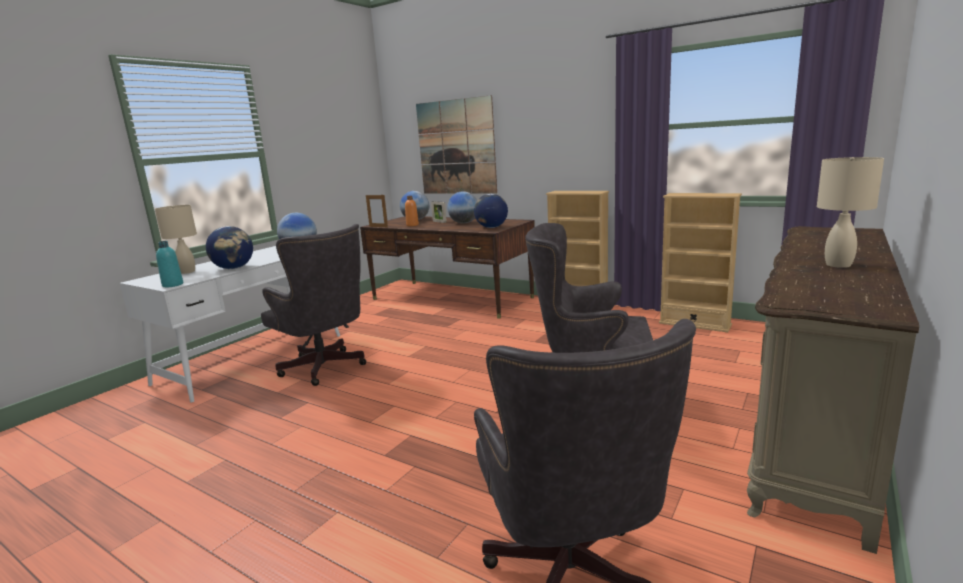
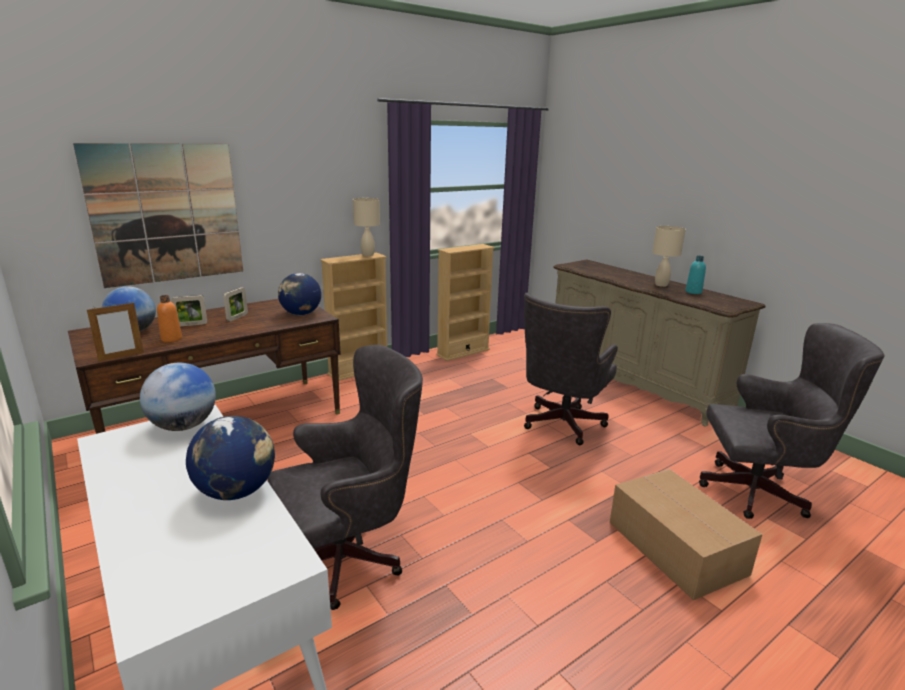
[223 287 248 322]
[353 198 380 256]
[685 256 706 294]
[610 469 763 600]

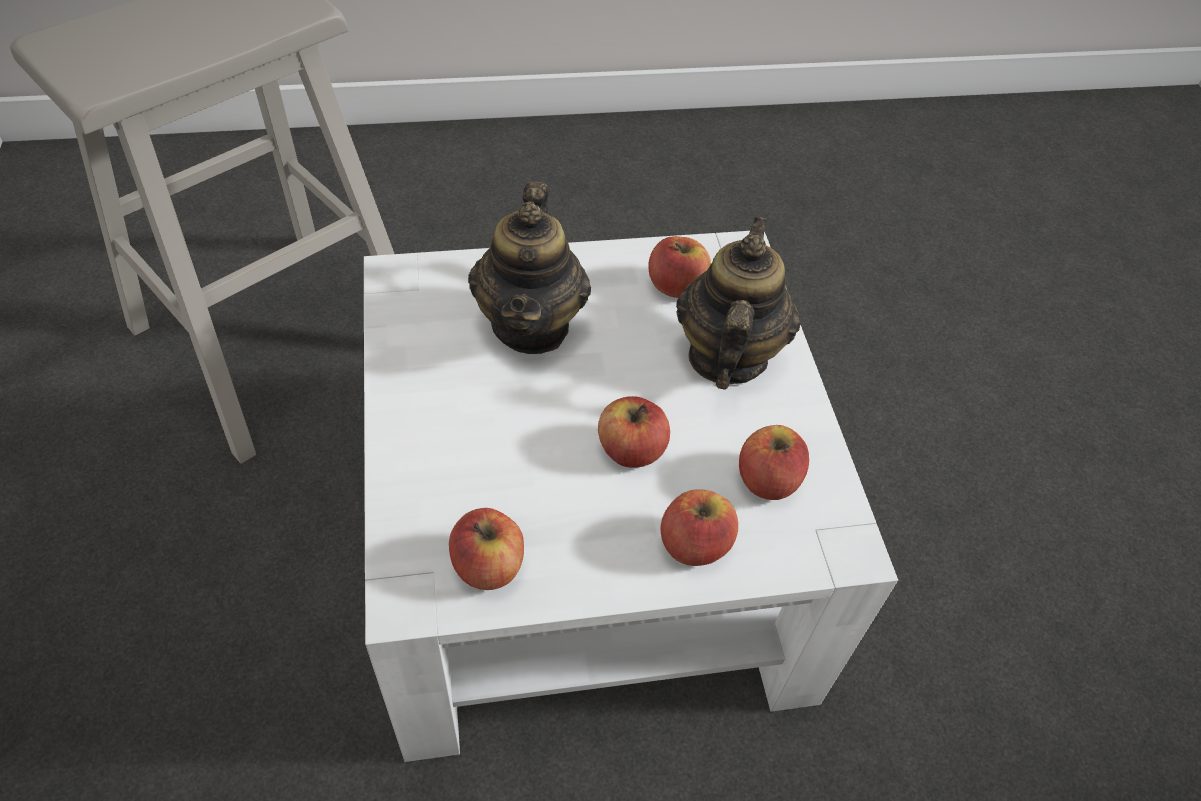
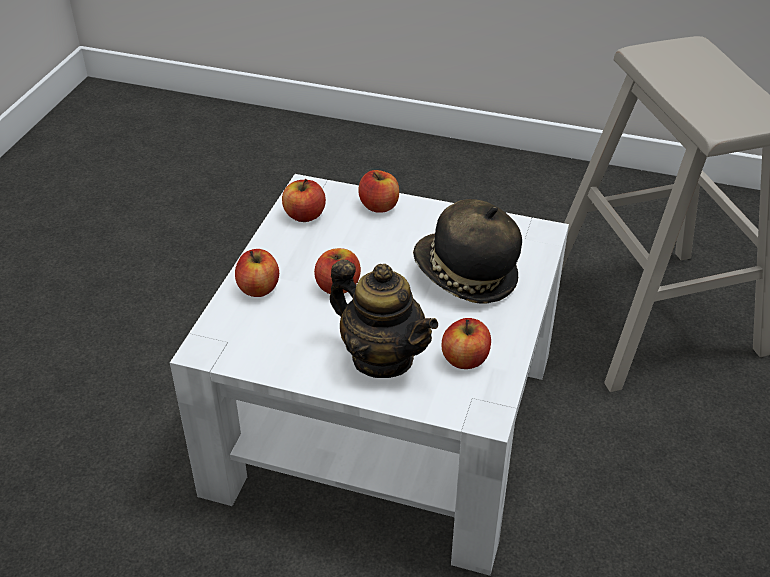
[413 199 522 303]
[358 170 399 213]

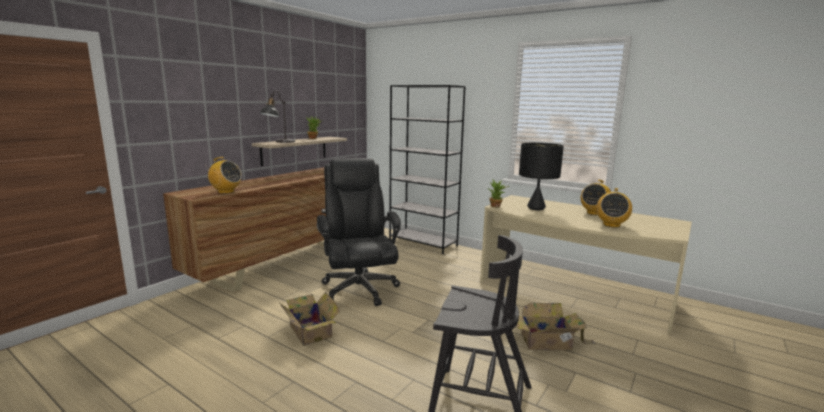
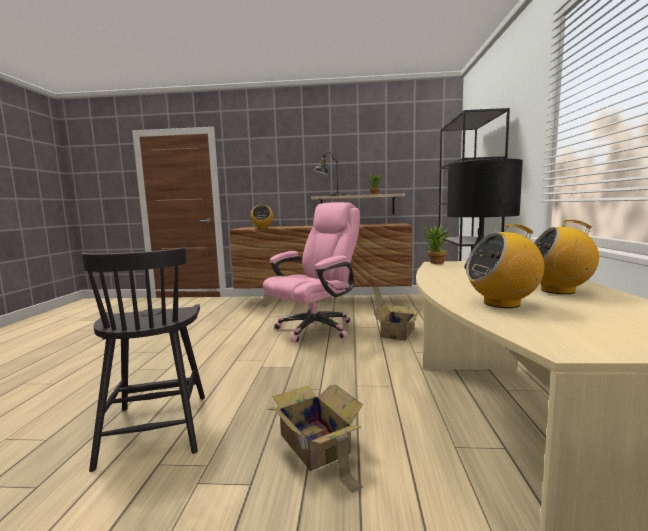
[263 202 360 343]
[374 303 423 341]

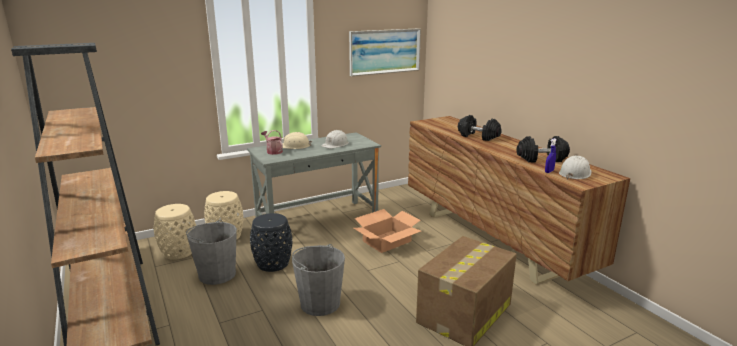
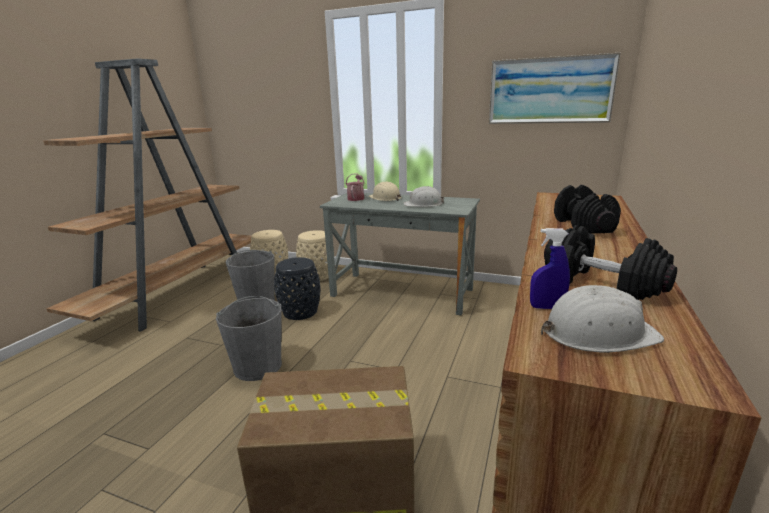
[354 209 421 253] (first image)

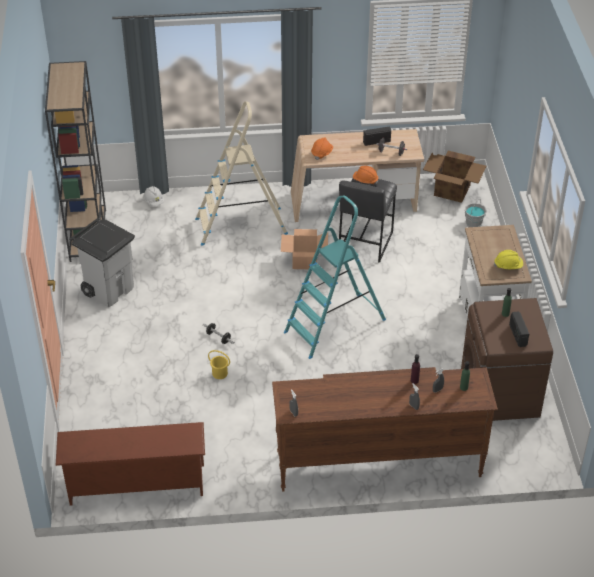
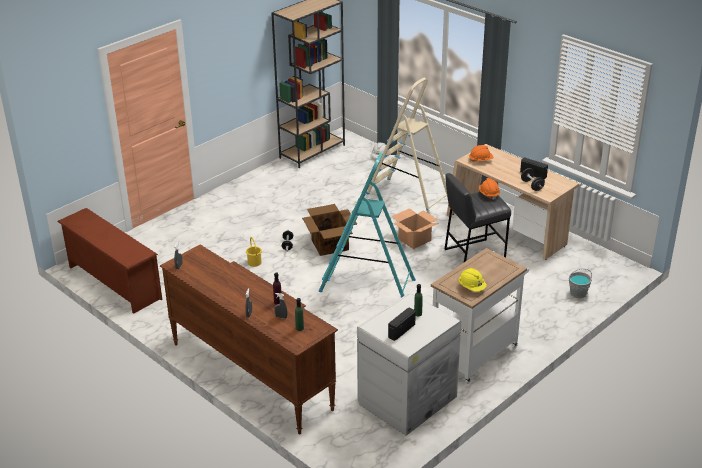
[302 204 357 256]
[69 218 135 307] (first image)
[357 294 461 436]

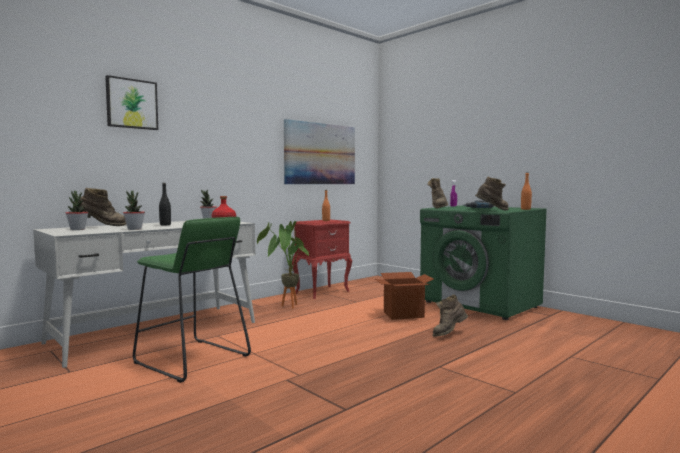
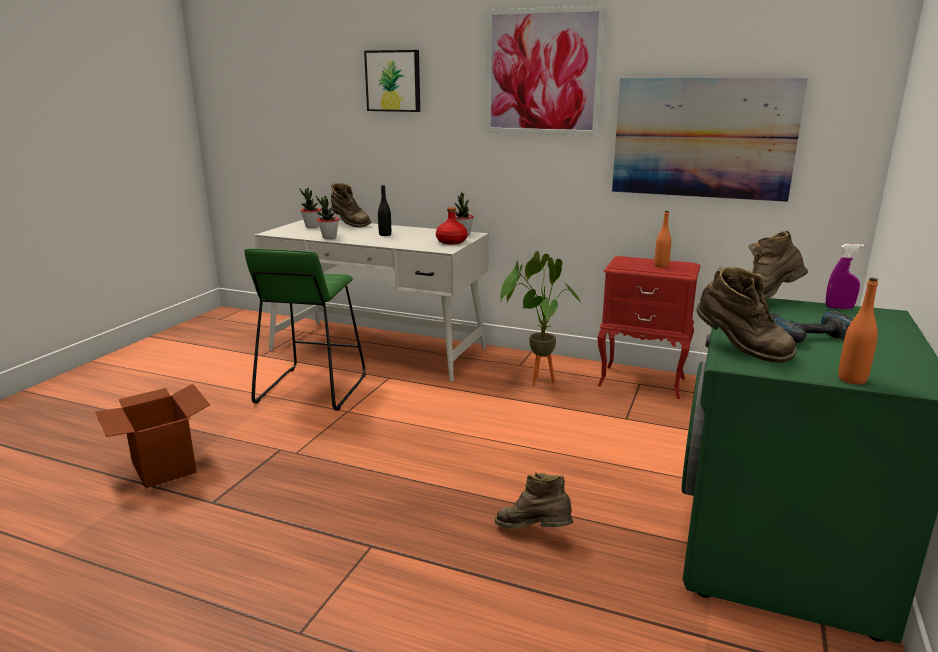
[95 384 210 489]
[486 5 606 136]

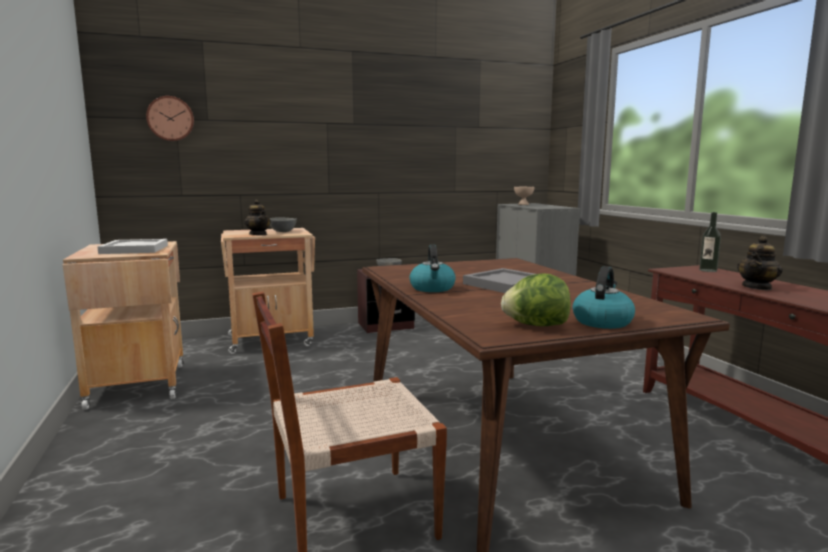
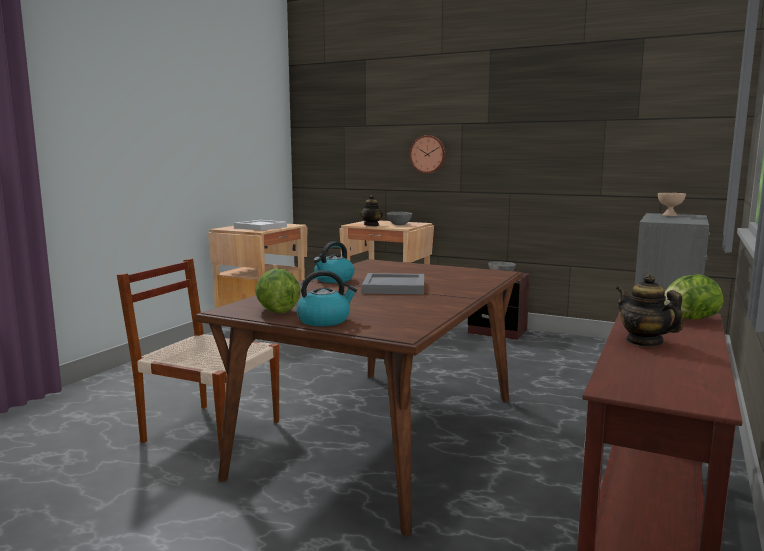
[410 135 446 173]
[664 274 724 319]
[616 274 683 347]

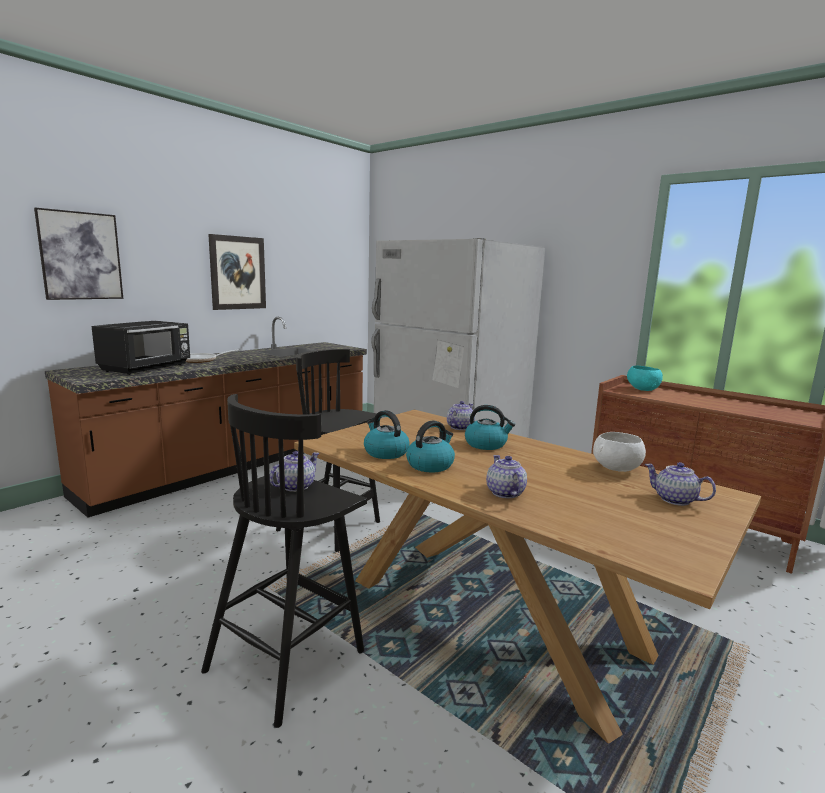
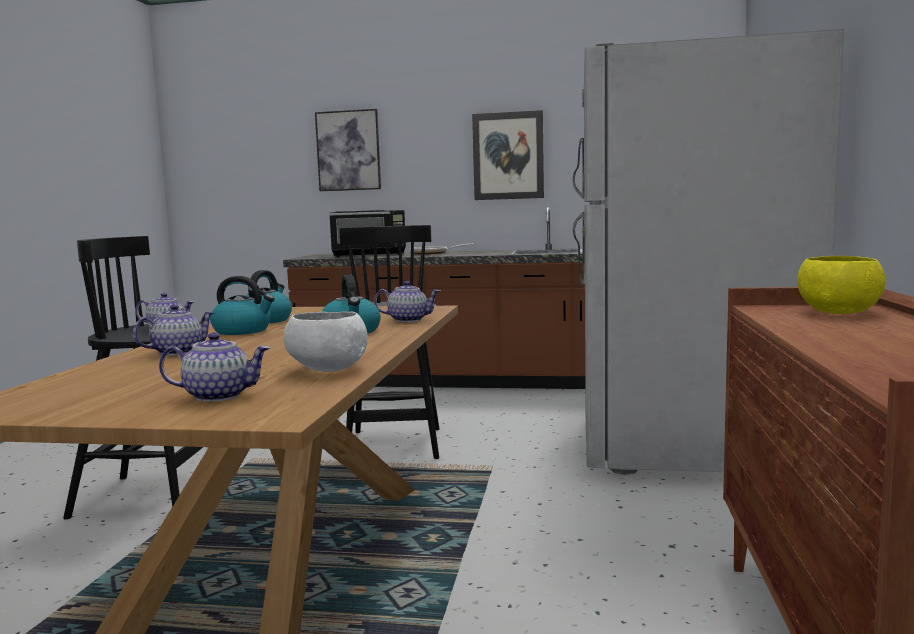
[797 256 885 314]
[159 332 271 402]

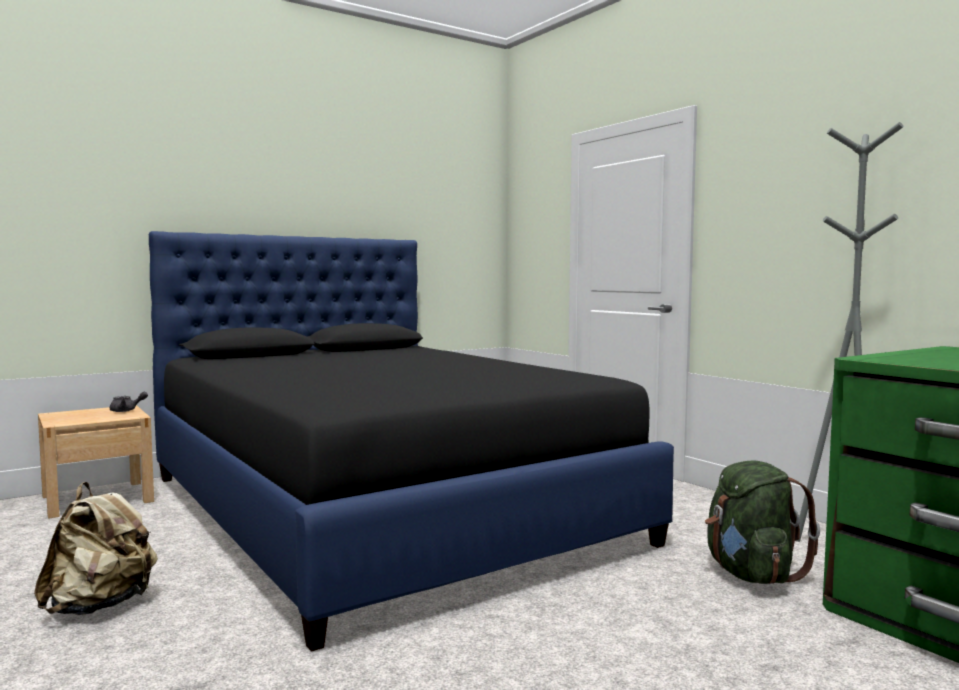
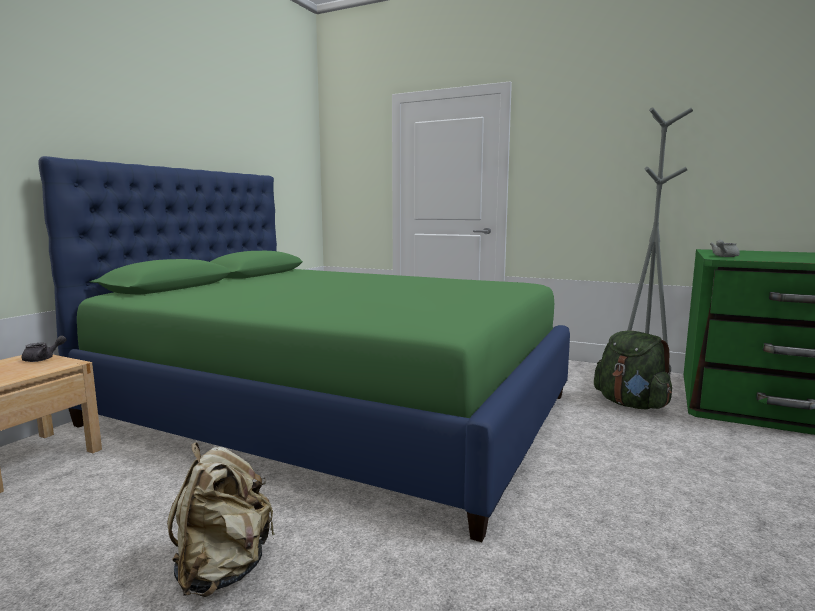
[38 156 570 542]
[710 240 740 257]

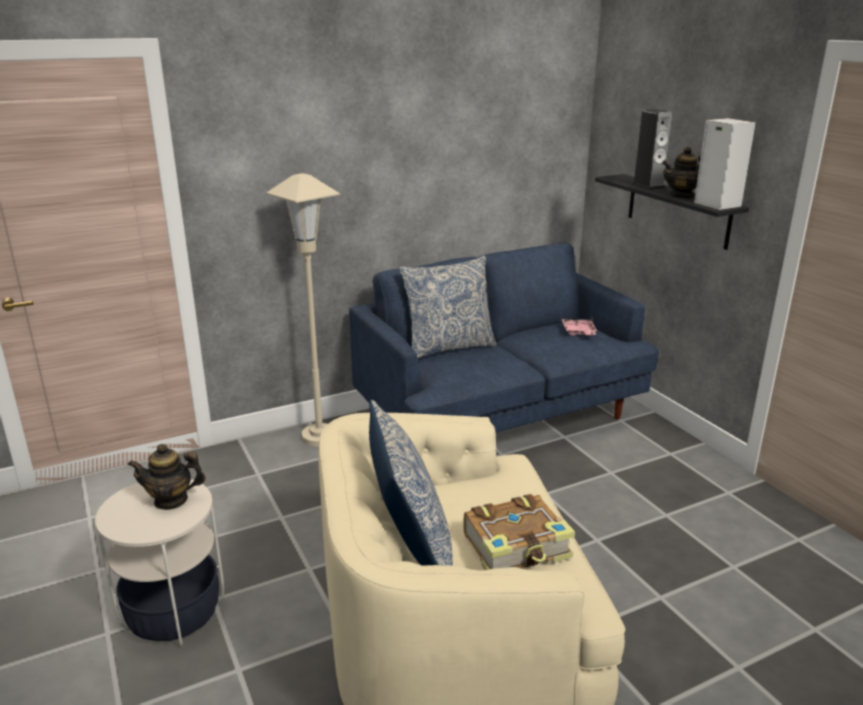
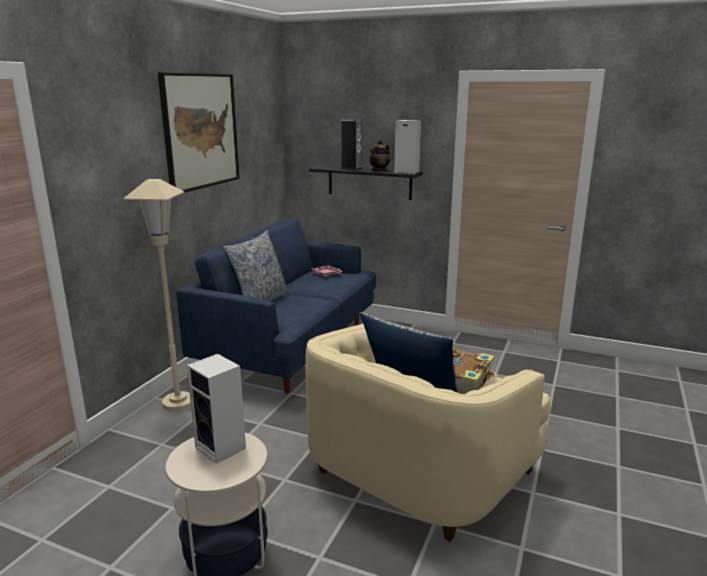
[187 354 246 464]
[158 73 240 193]

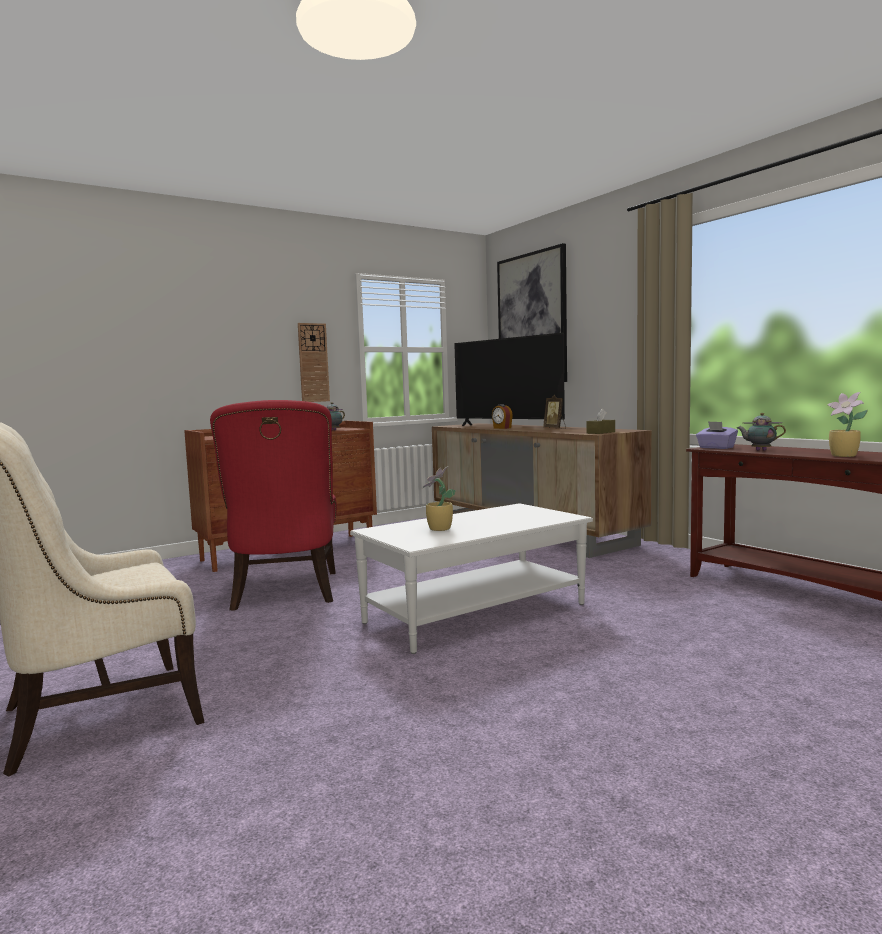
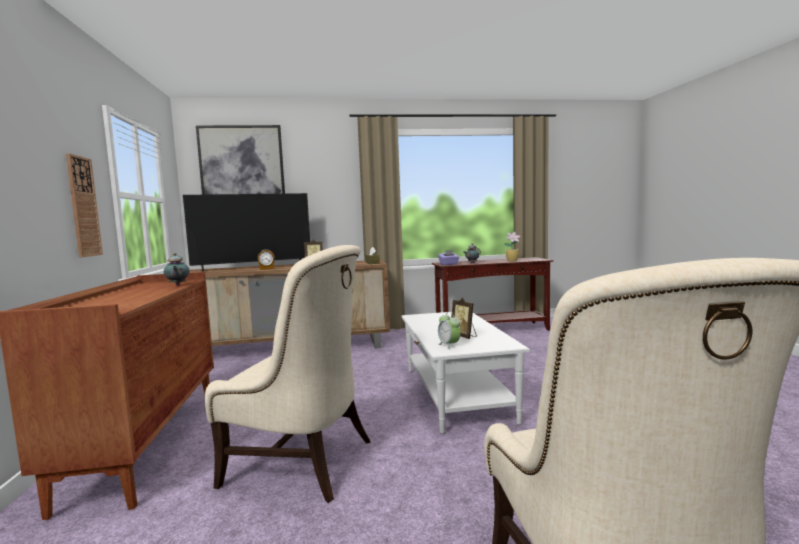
[205 245 370 503]
[451 297 477 339]
[438 312 461 350]

